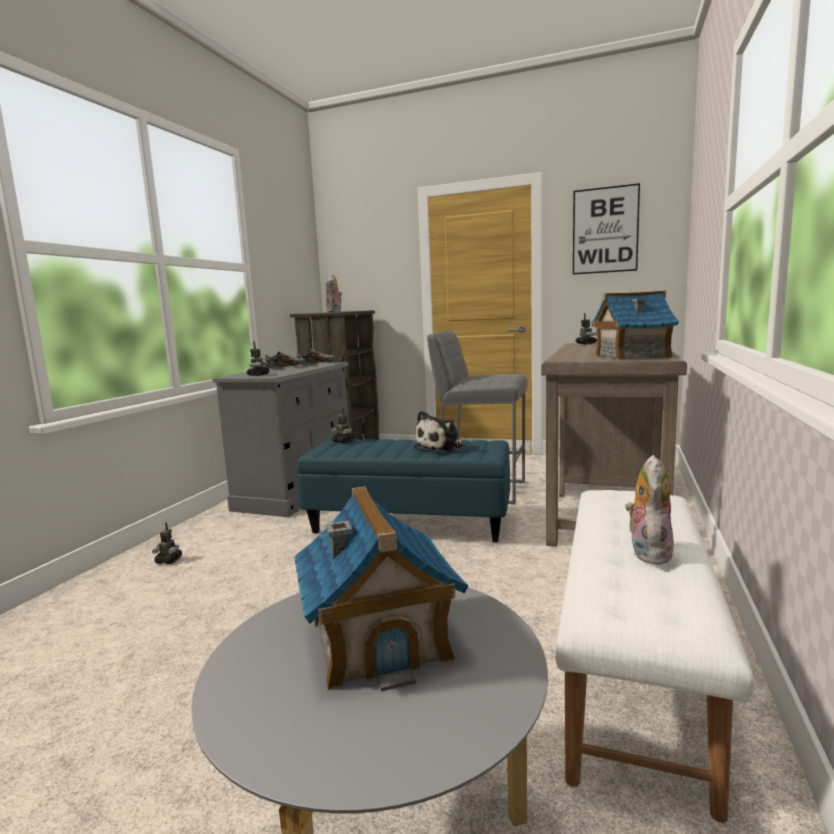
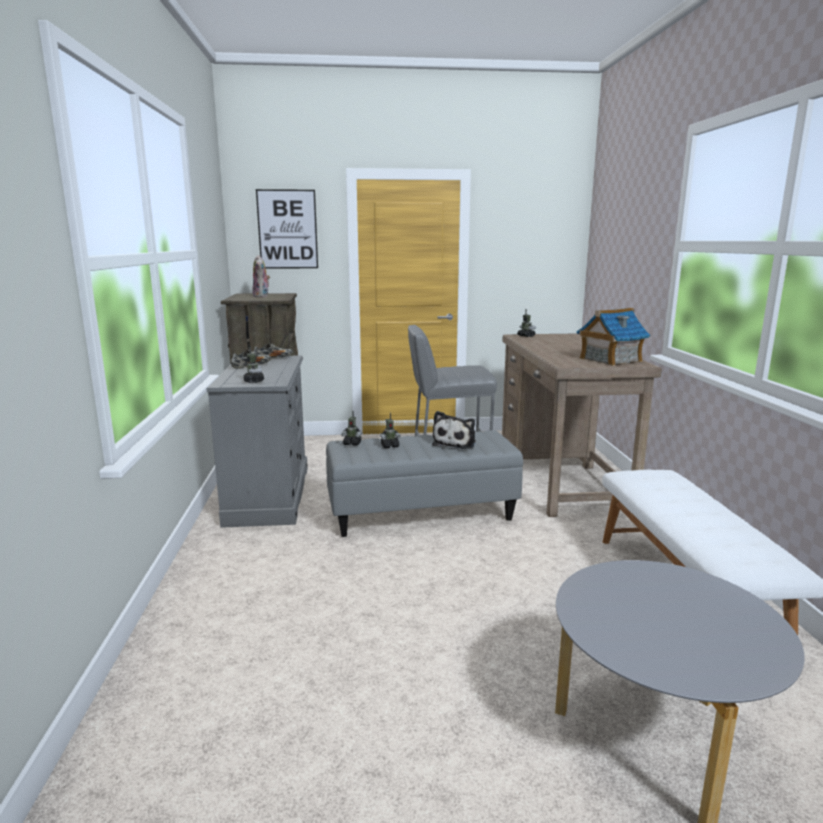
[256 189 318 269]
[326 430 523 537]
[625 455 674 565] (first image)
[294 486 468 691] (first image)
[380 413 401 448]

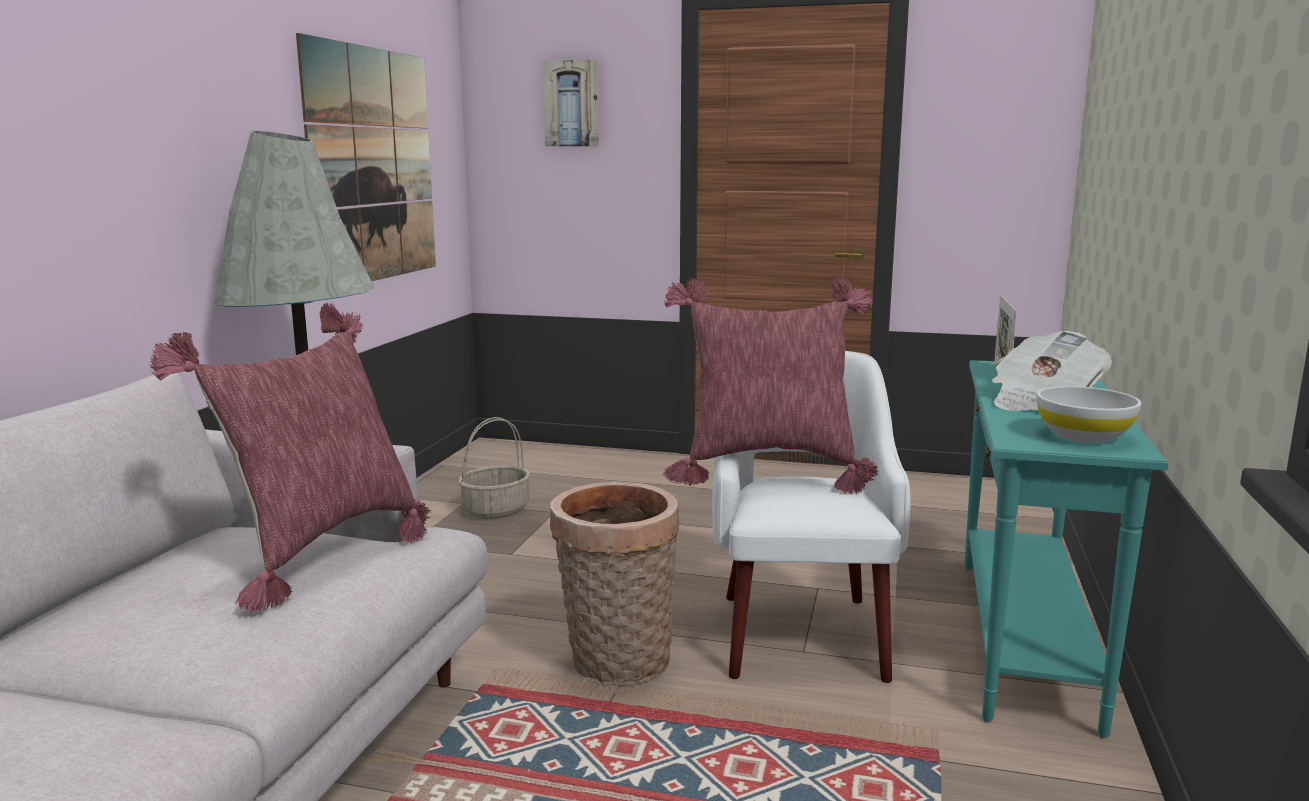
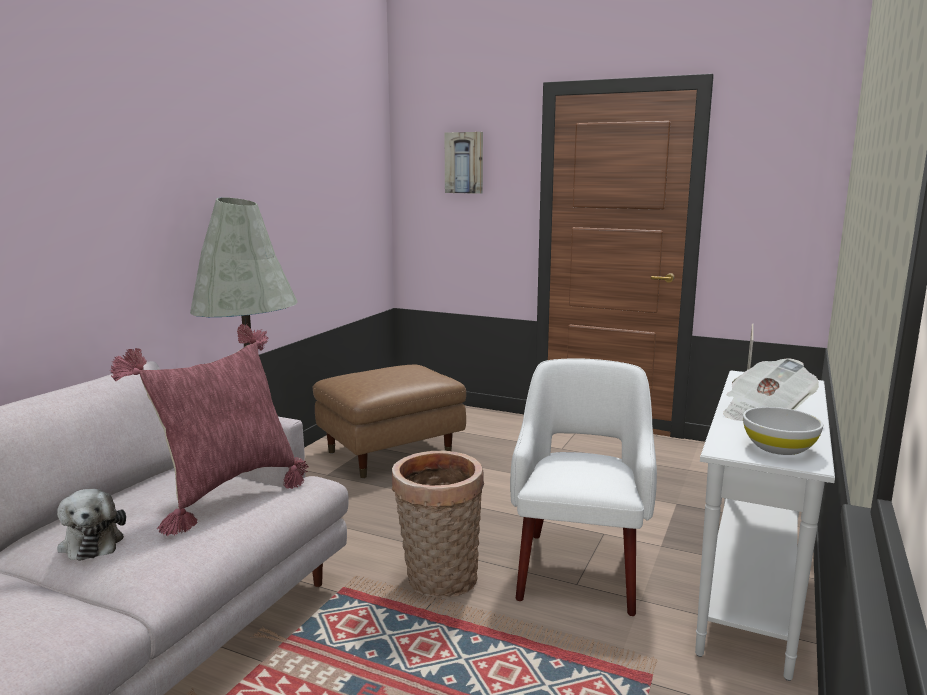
[296 33 436 281] (first image)
[663 276 878 495] (first image)
[695 370 835 681]
[313 365 466 479]
[57 489 126 561]

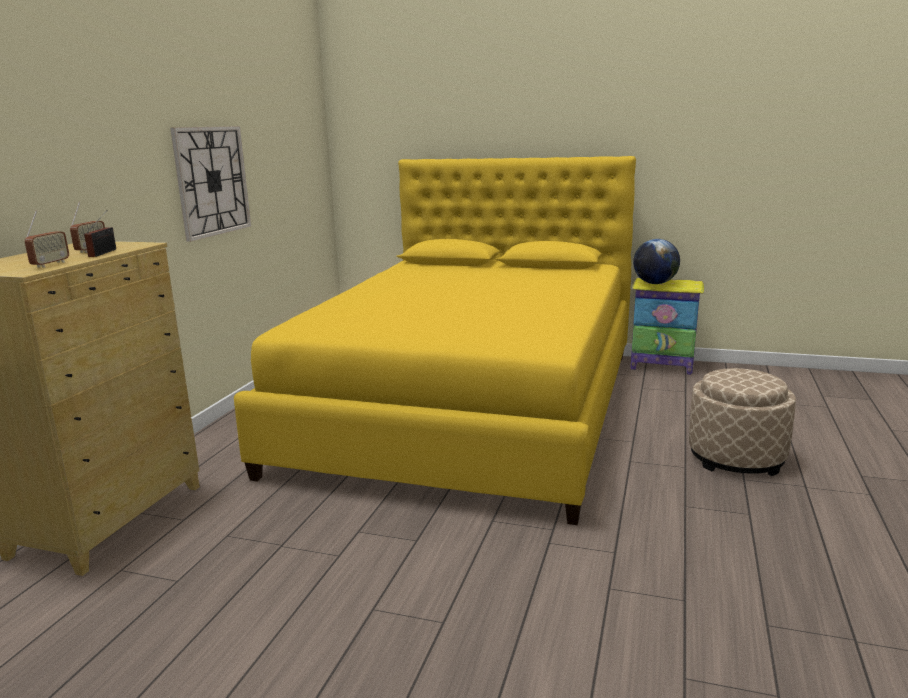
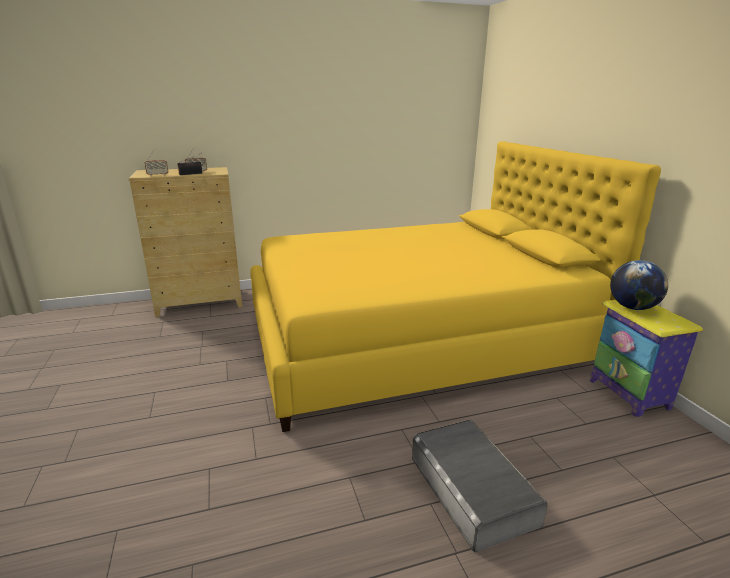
[170 126 251 242] (first image)
[412 420 548 553]

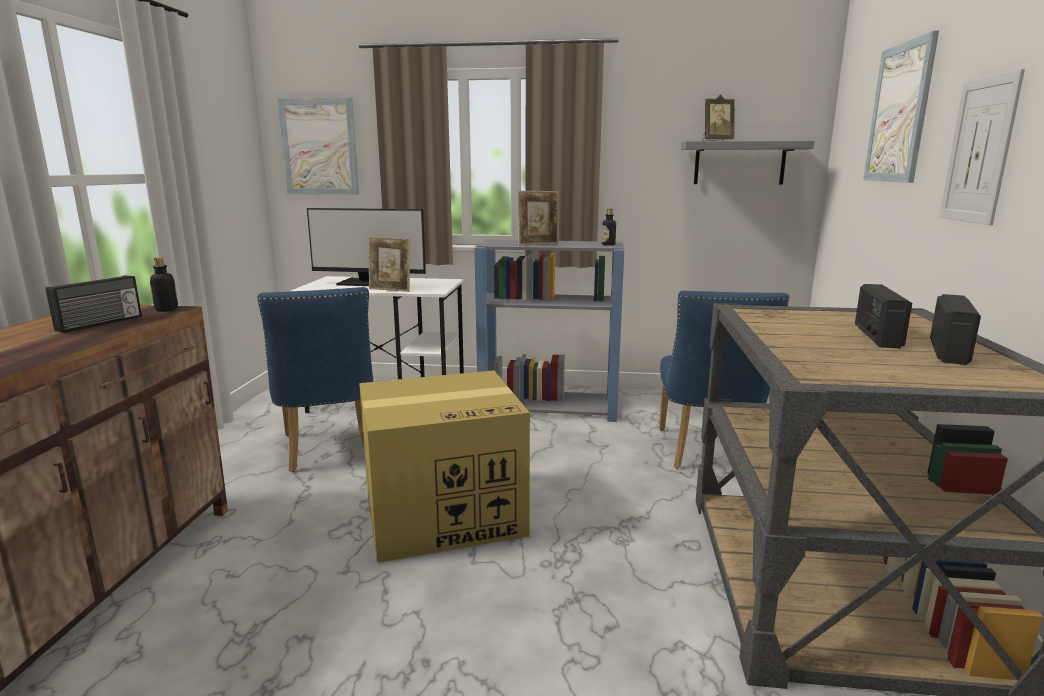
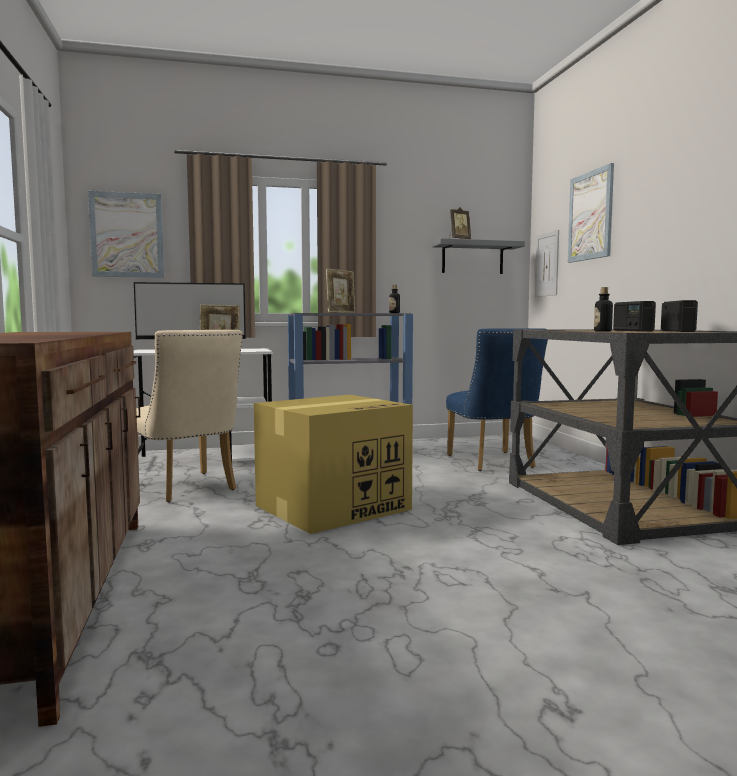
[535 230 559 297]
[594 287 613 332]
[45 275 142 333] (first image)
[136 330 243 502]

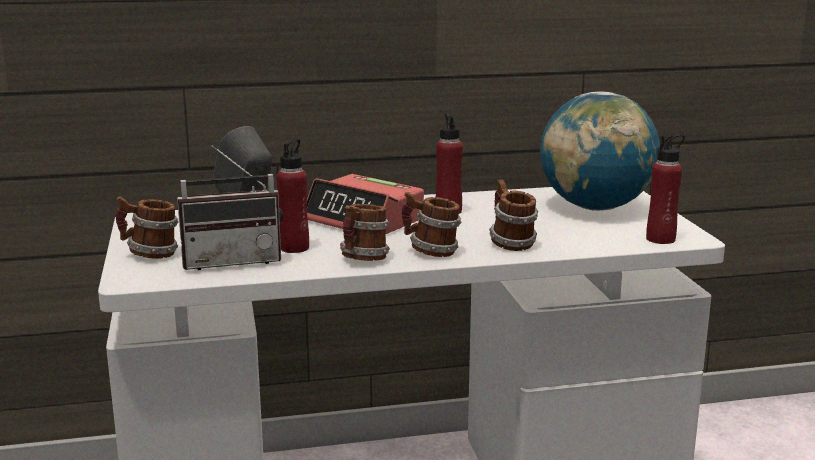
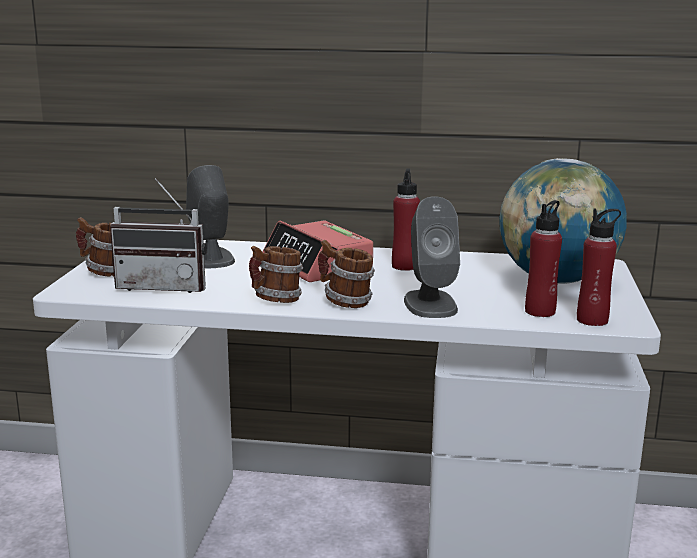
[525 200 562 317]
[404 196 460 318]

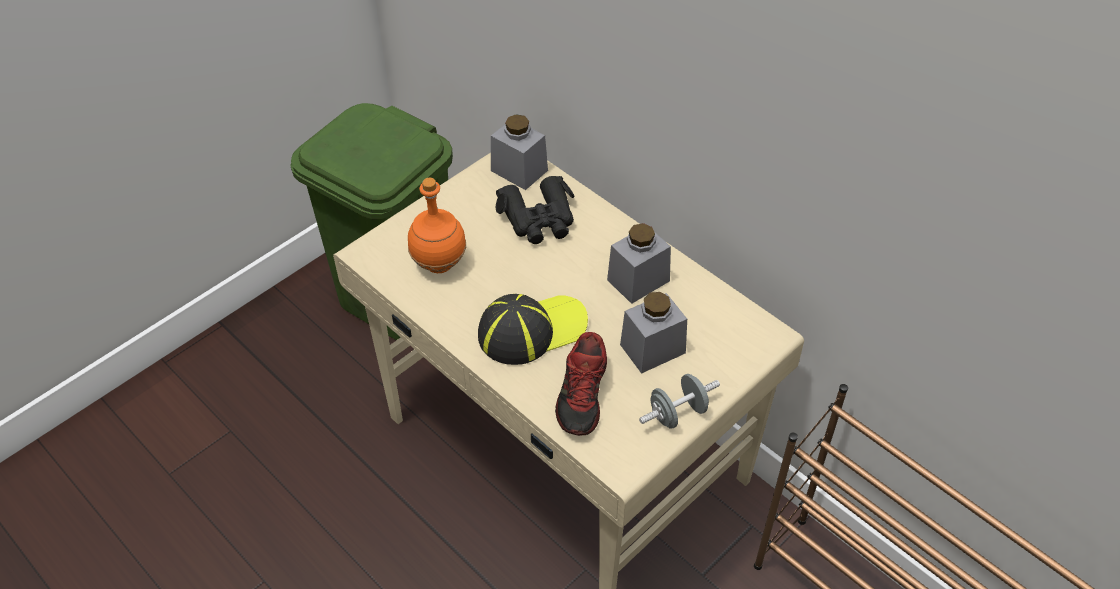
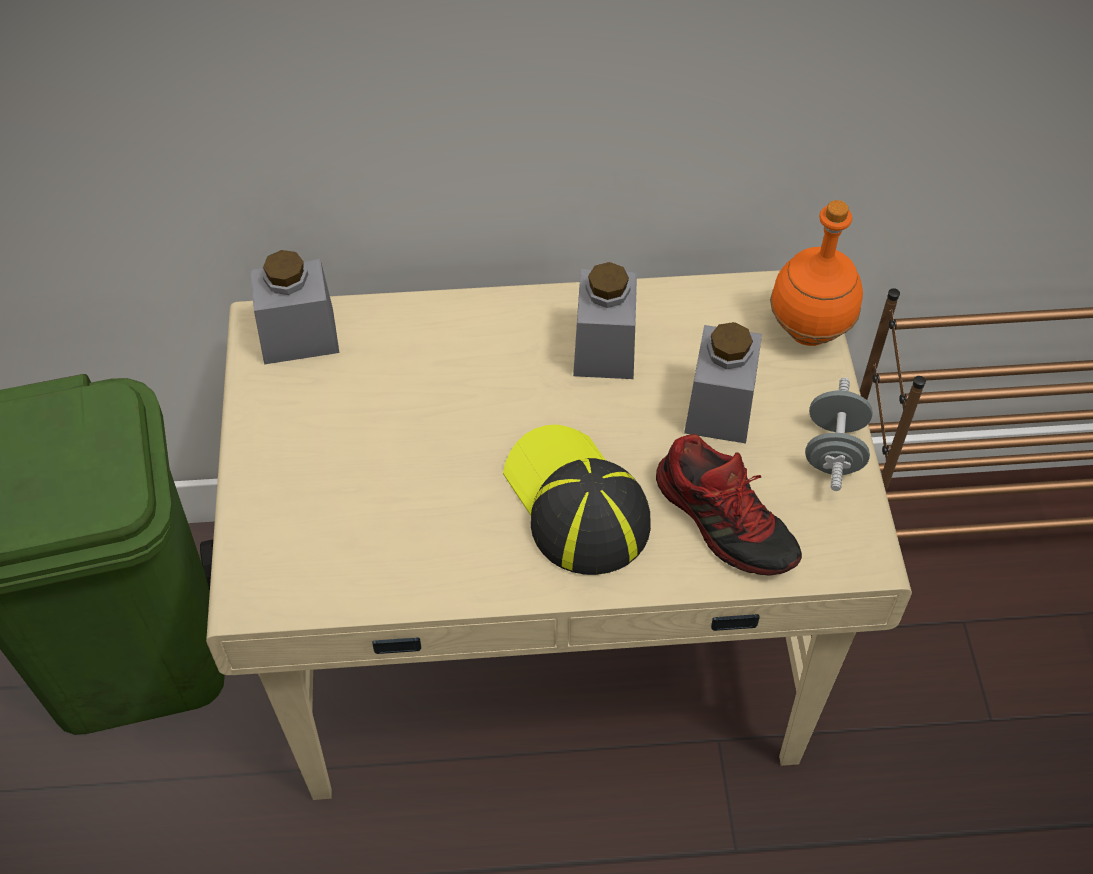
[496 176 575 244] (first image)
[770 200 863 346]
[503 424 651 575]

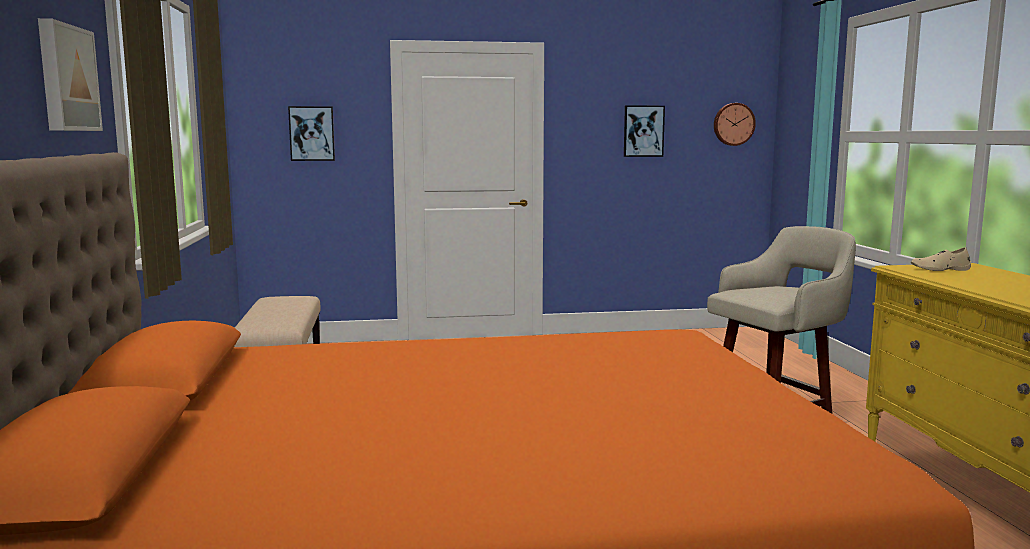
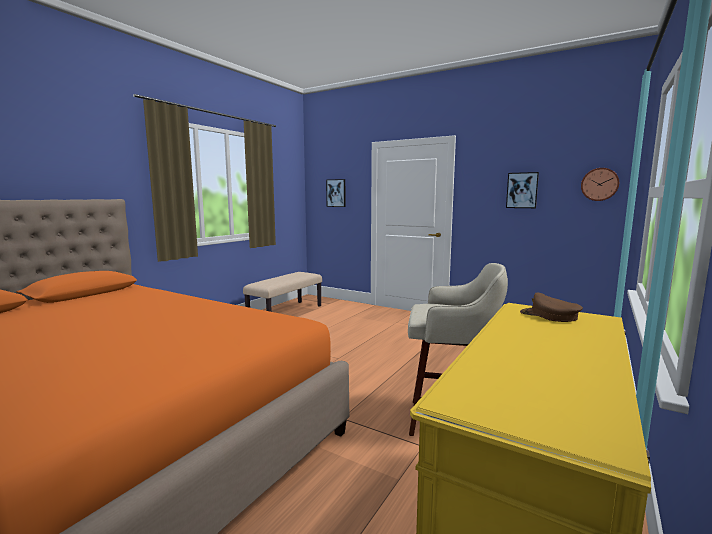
[38 18 103 131] (first image)
[520 292 583 322]

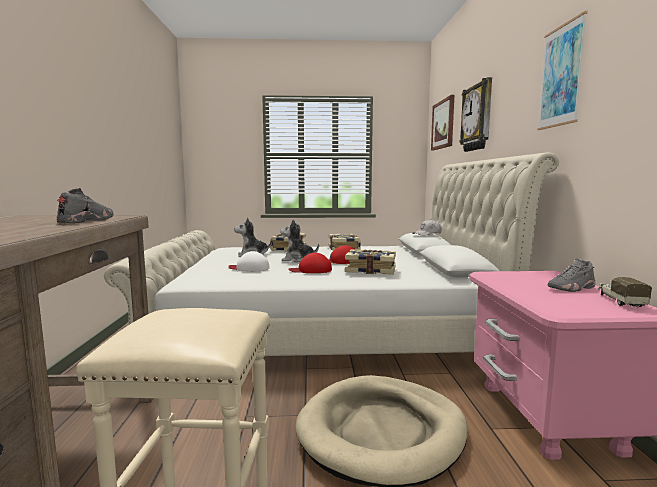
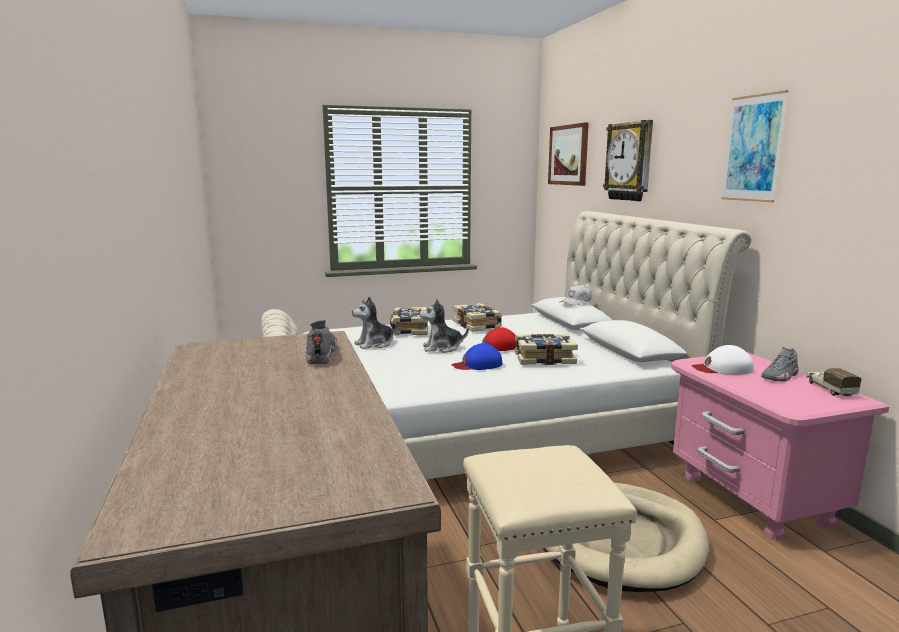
[692 345 753 375]
[452 343 502 370]

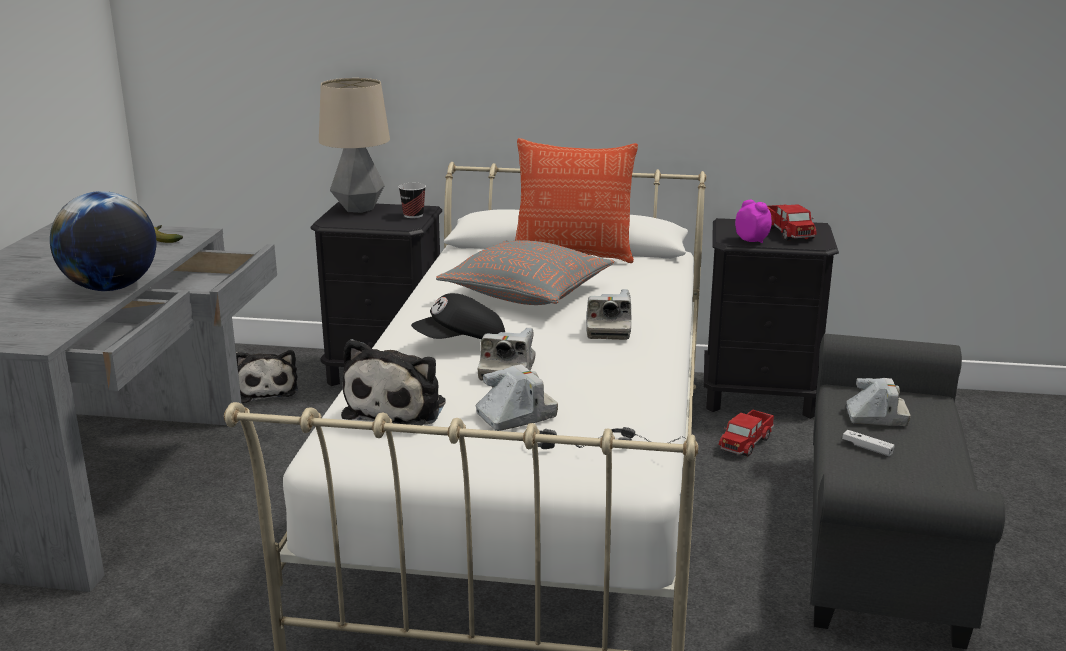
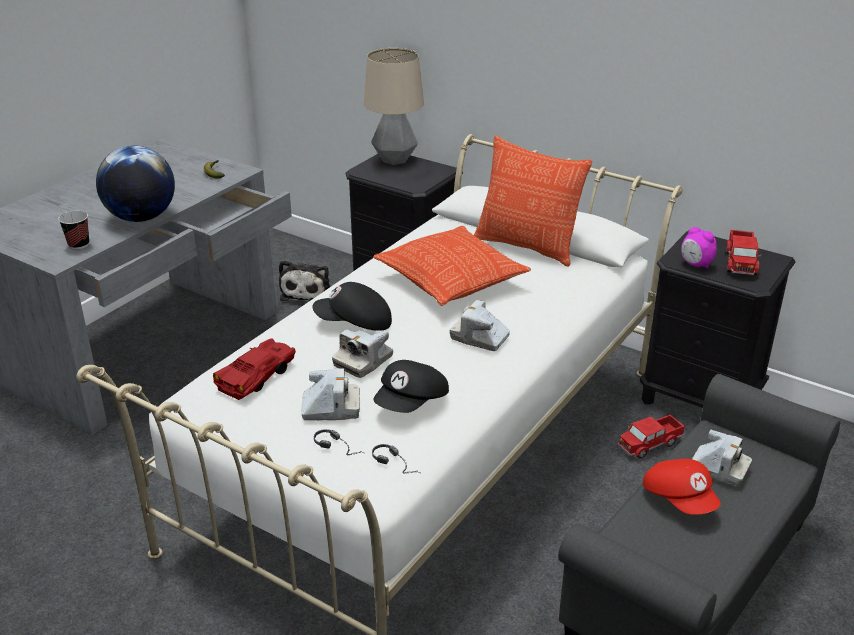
[58 211 89 249]
[681 227 717 268]
[373 226 531 306]
[450 300 510 351]
[213 338 296 400]
[643 459 721 515]
[373 360 449 413]

